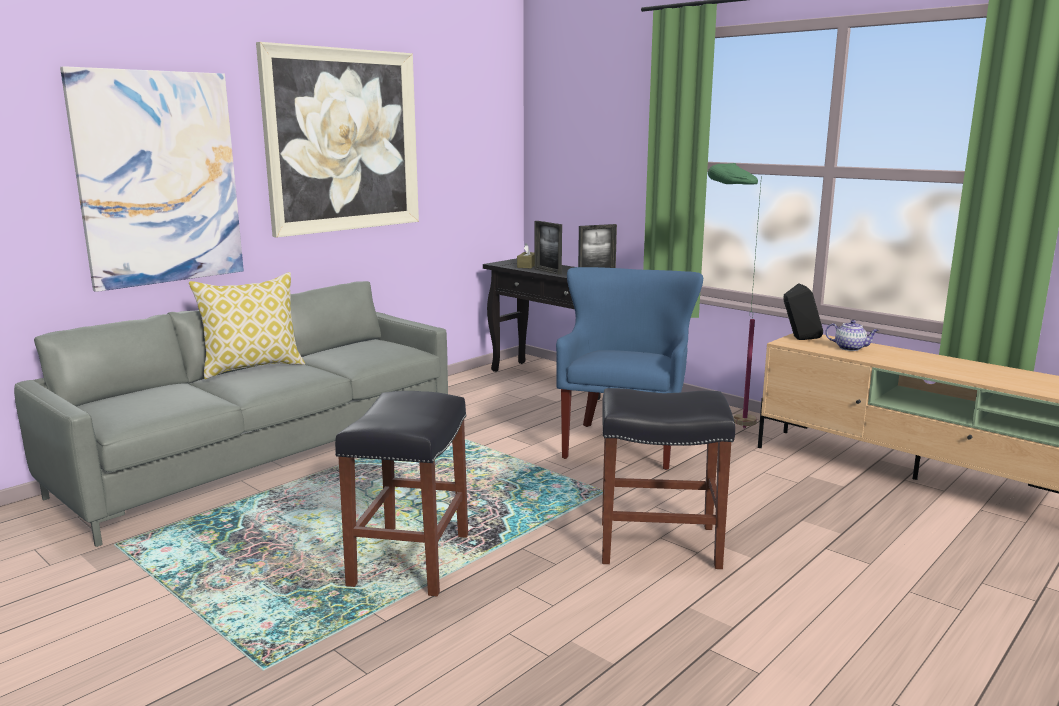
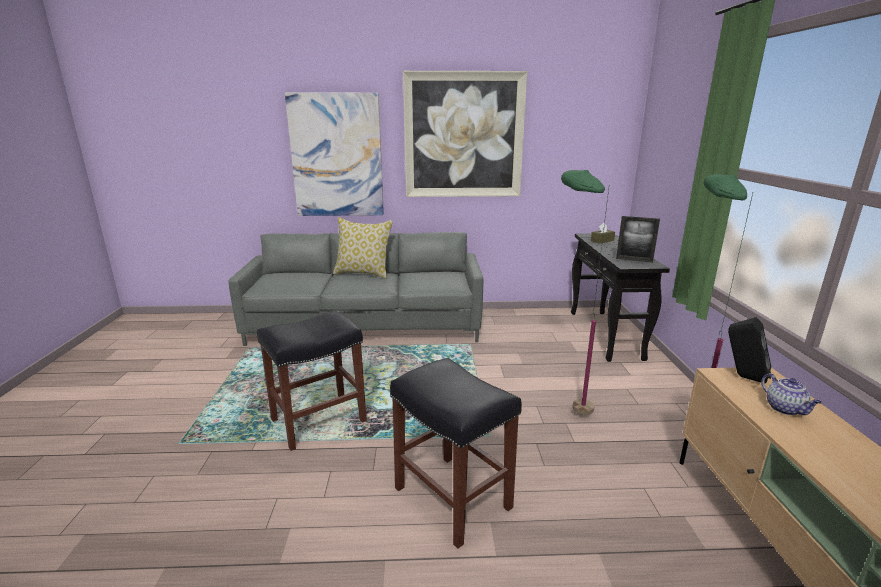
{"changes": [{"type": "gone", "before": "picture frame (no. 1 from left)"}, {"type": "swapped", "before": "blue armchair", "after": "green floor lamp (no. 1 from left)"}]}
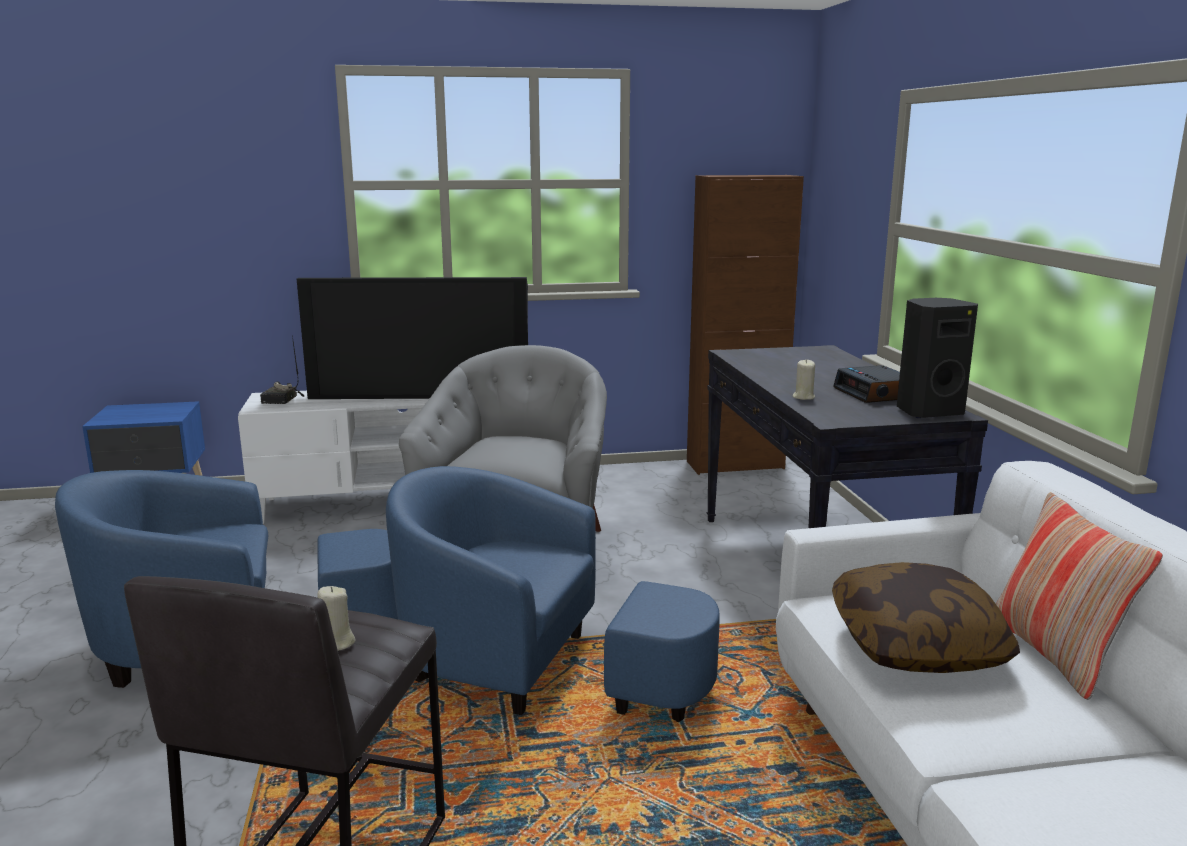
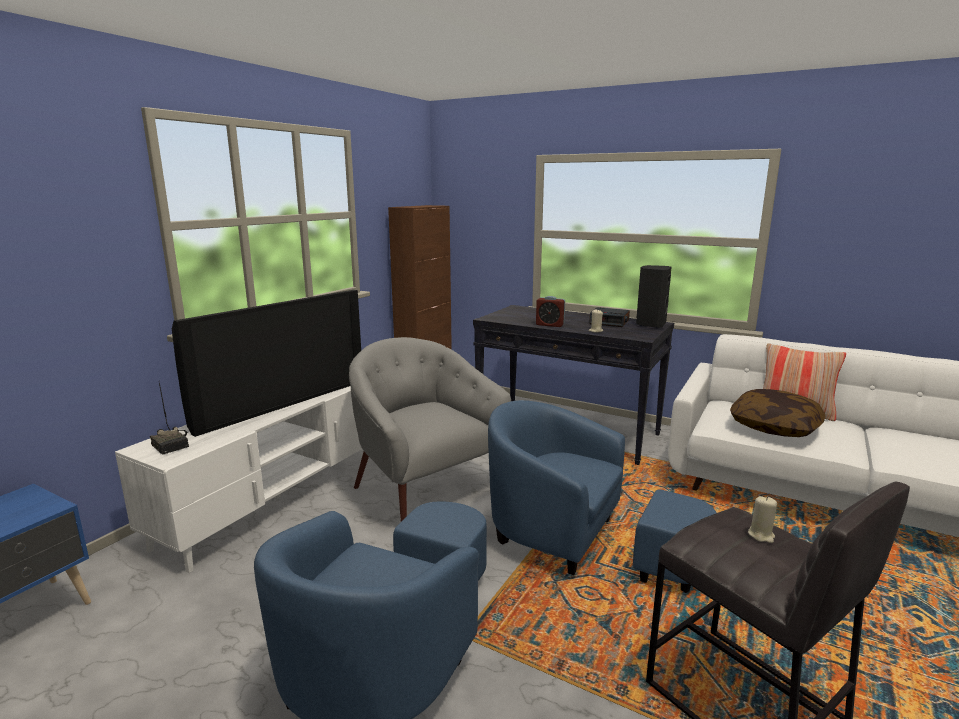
{"changes": [{"type": "rotated", "before": "blue armchair (no. 2 from left)", "turn": 60}, {"type": "new", "after": "alarm clock (no. 1 from left)"}]}
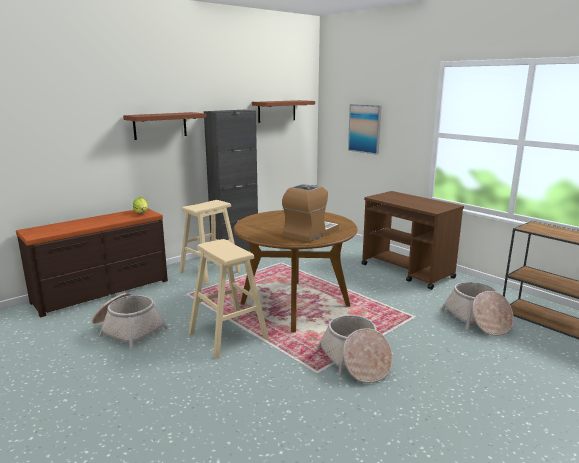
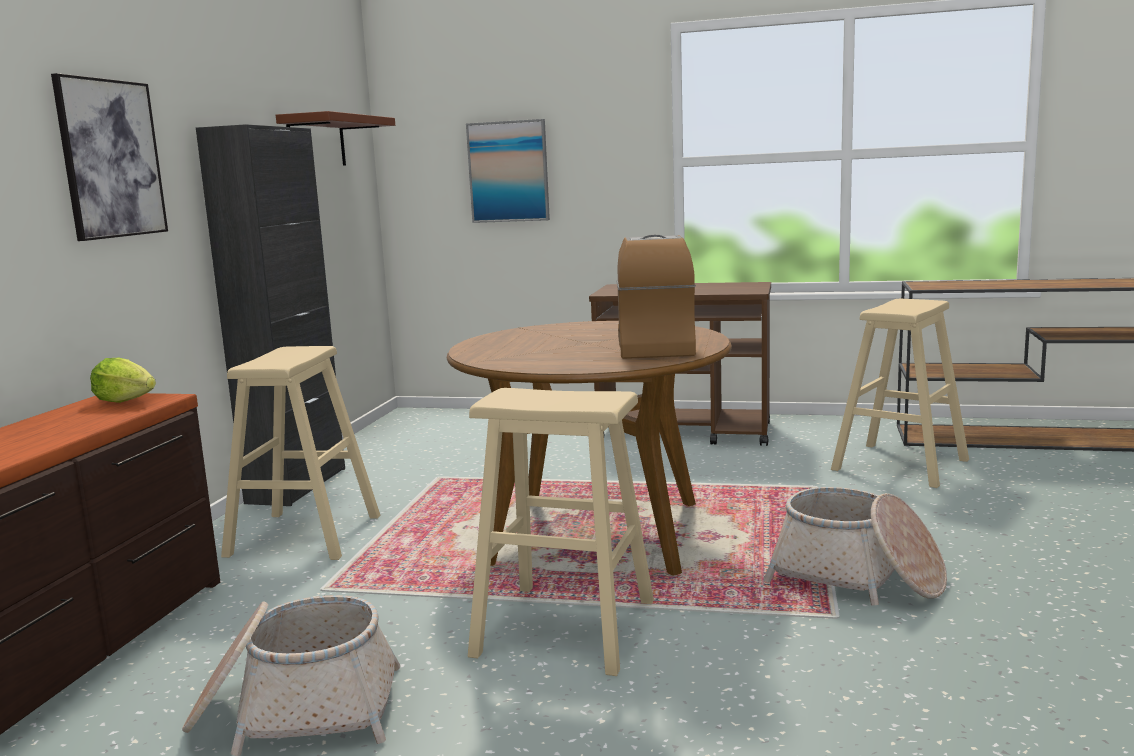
{"changes": [{"type": "swapped", "before": "brown shelf (no. 1 from left)", "after": "picture (no. 1 from left)"}, {"type": "swapped", "before": "basket (no. 3 from left)", "after": "beige stool (no. 3 from left)"}]}
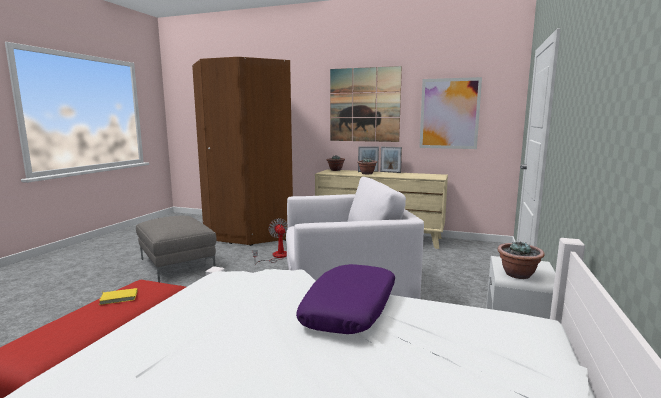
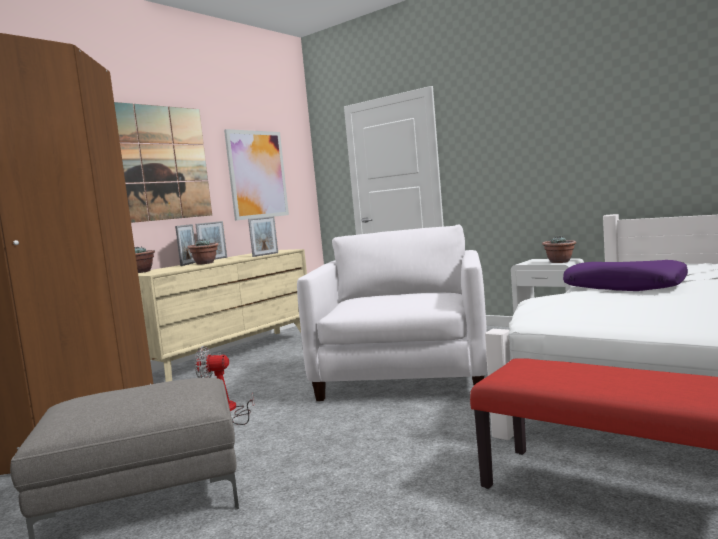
{"changes": [{"type": "gone", "before": "yellow book"}, {"type": "new", "after": "picture frame (no. 3 from left)"}]}
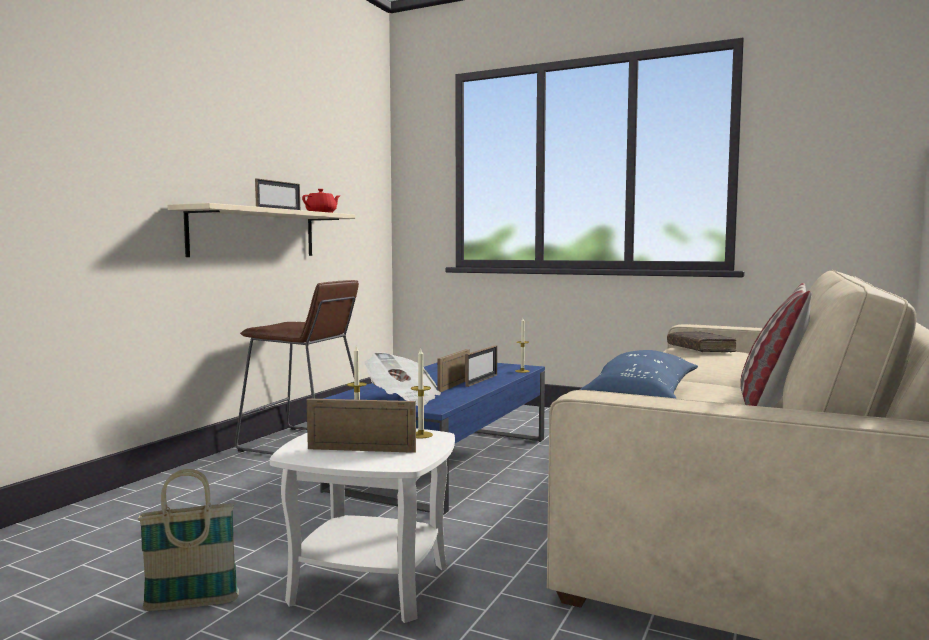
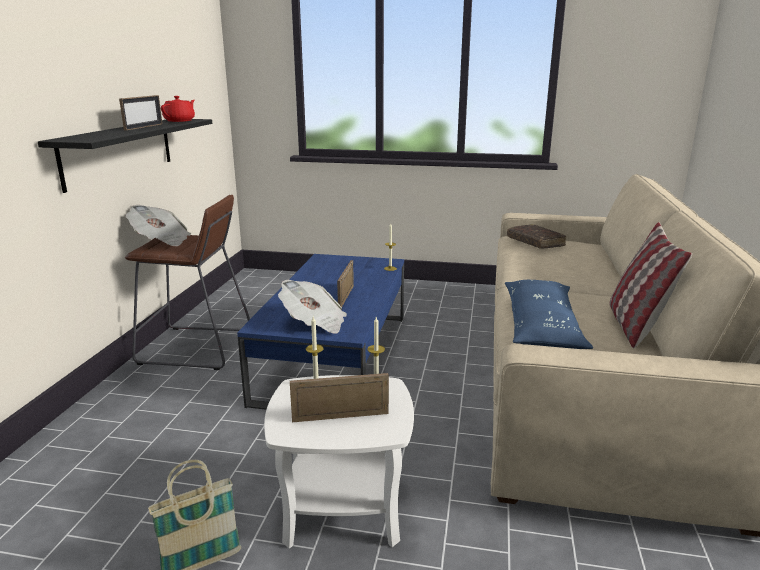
{"changes": [{"type": "repainted", "before": "beige shelf", "after": "black shelf"}, {"type": "gone", "before": "picture frame (no. 4 from left)"}, {"type": "new", "after": "newspaper (no. 1 from left)"}]}
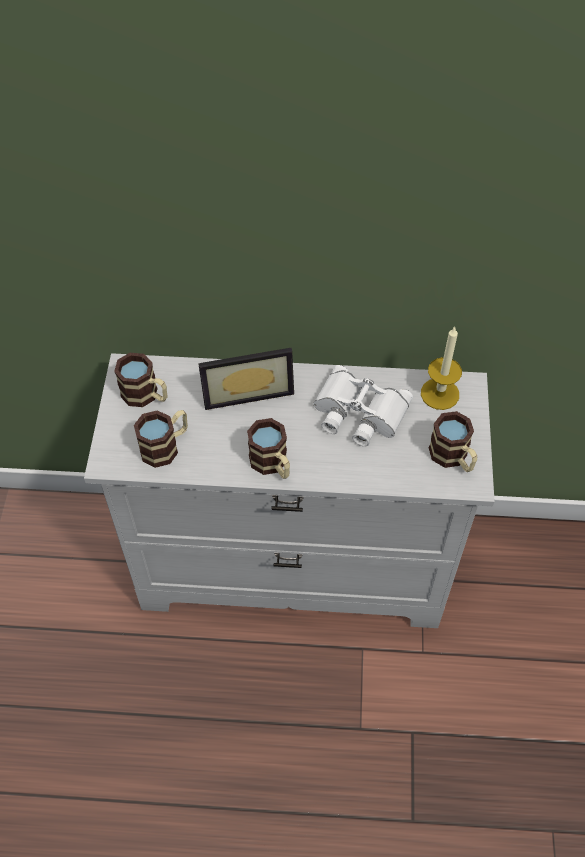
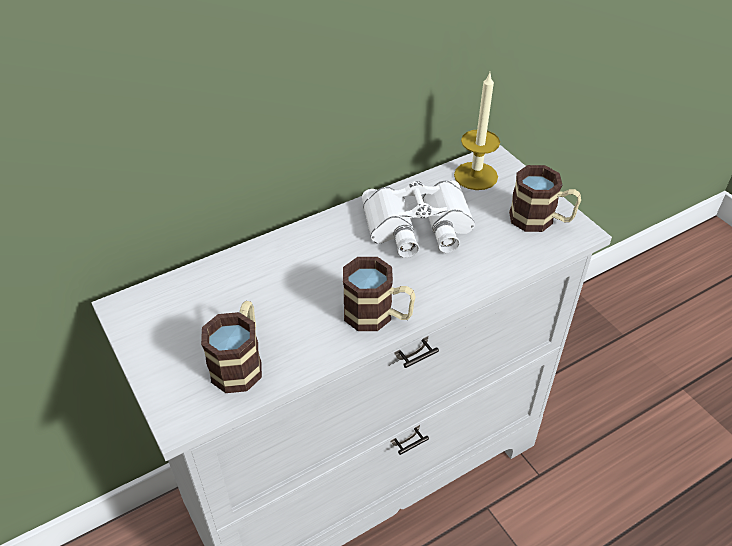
{"changes": [{"type": "gone", "before": "mug (no. 1 from left)"}, {"type": "gone", "before": "picture frame"}]}
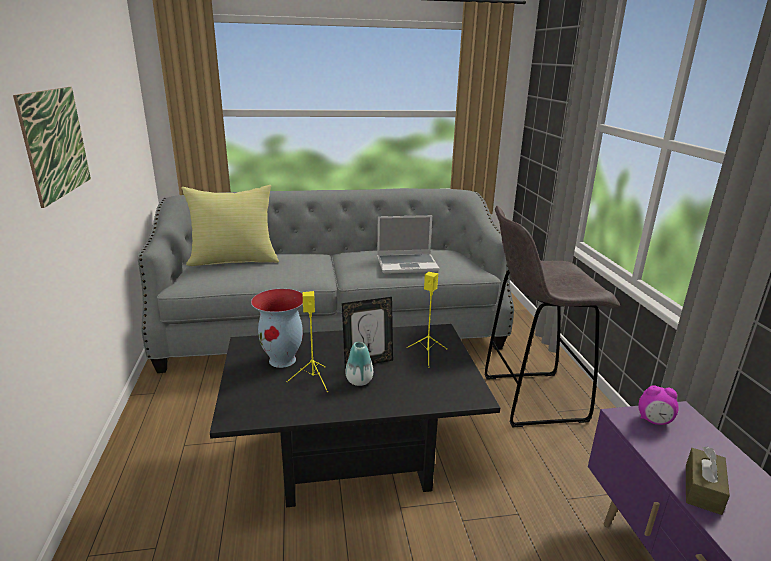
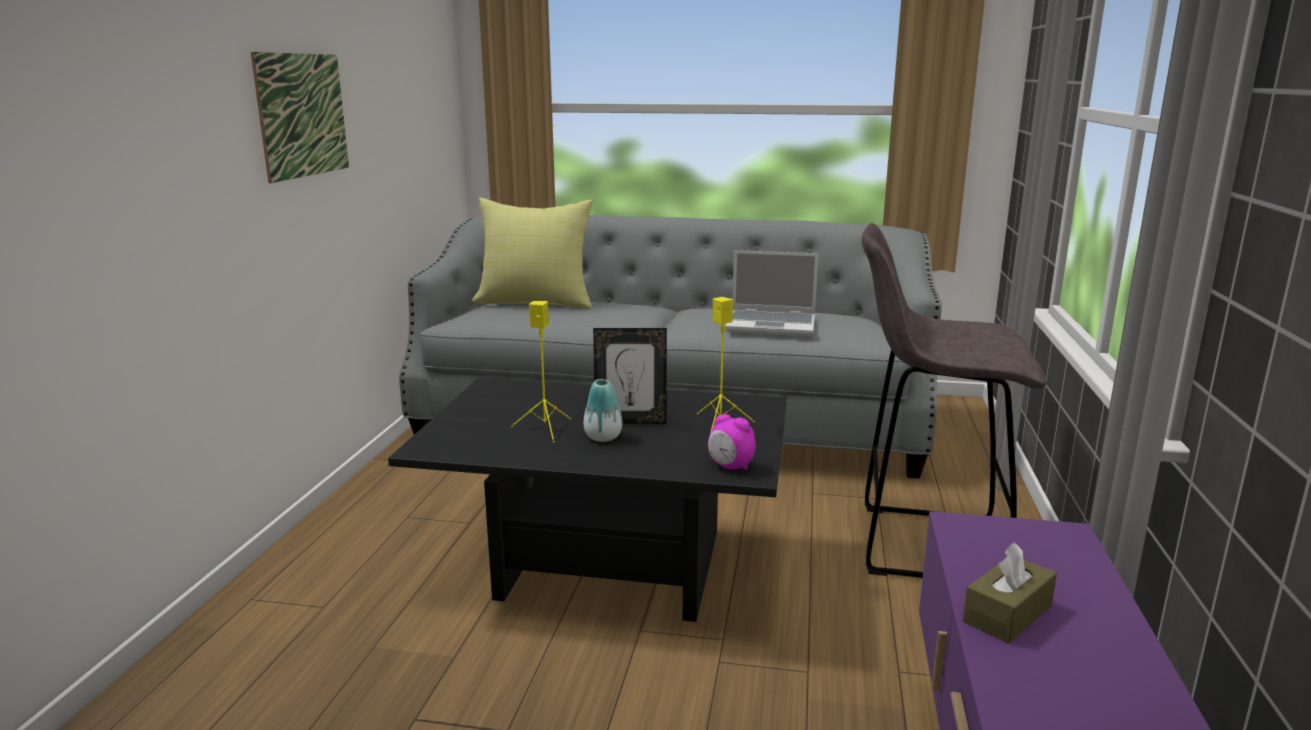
{"changes": [{"type": "gone", "before": "vase (no. 1 from left)"}, {"type": "shifted", "before": "alarm clock"}]}
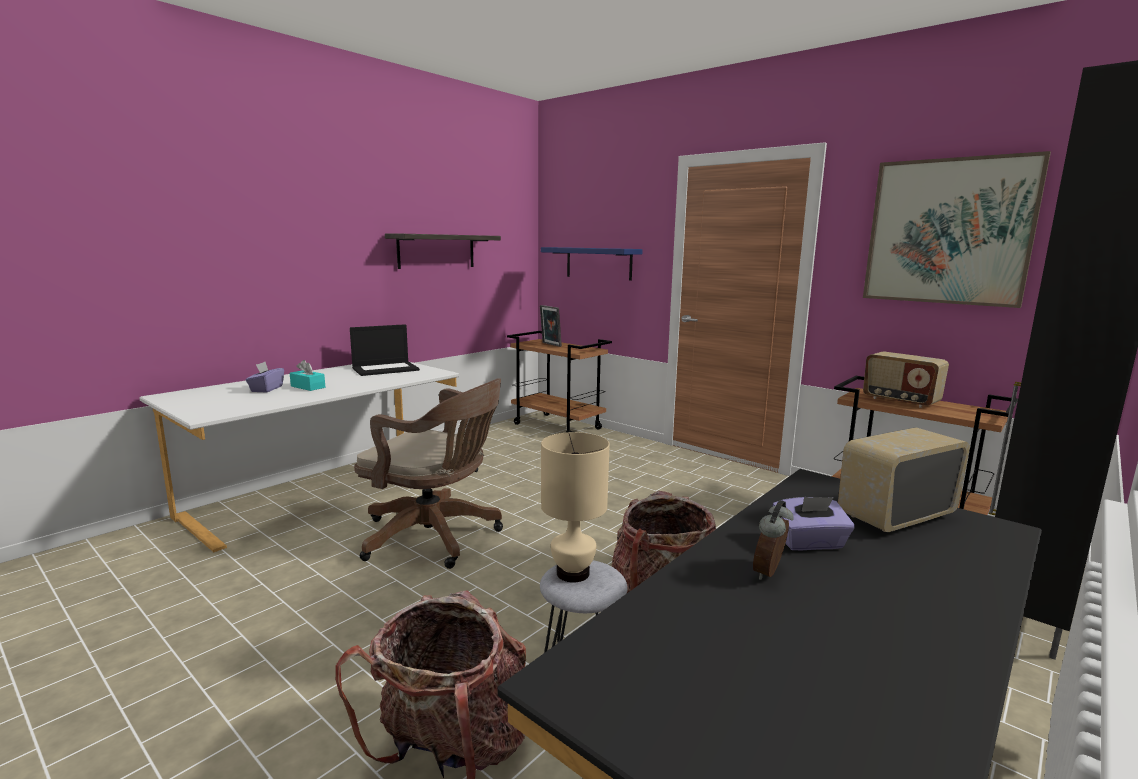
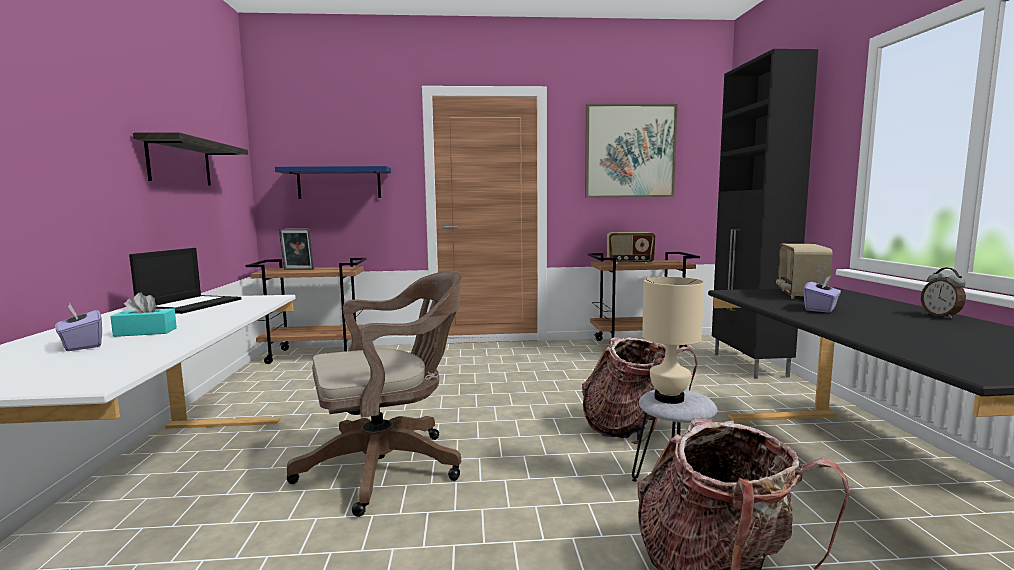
{"changes": [{"type": "shifted", "before": "alarm clock"}]}
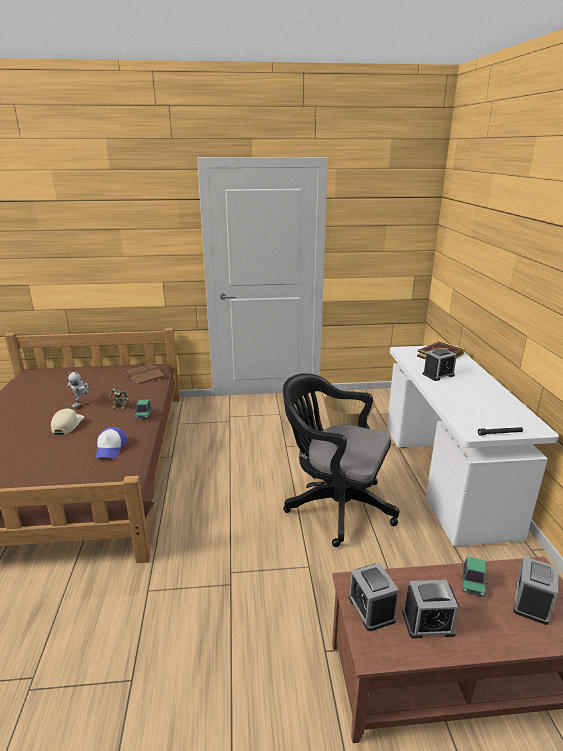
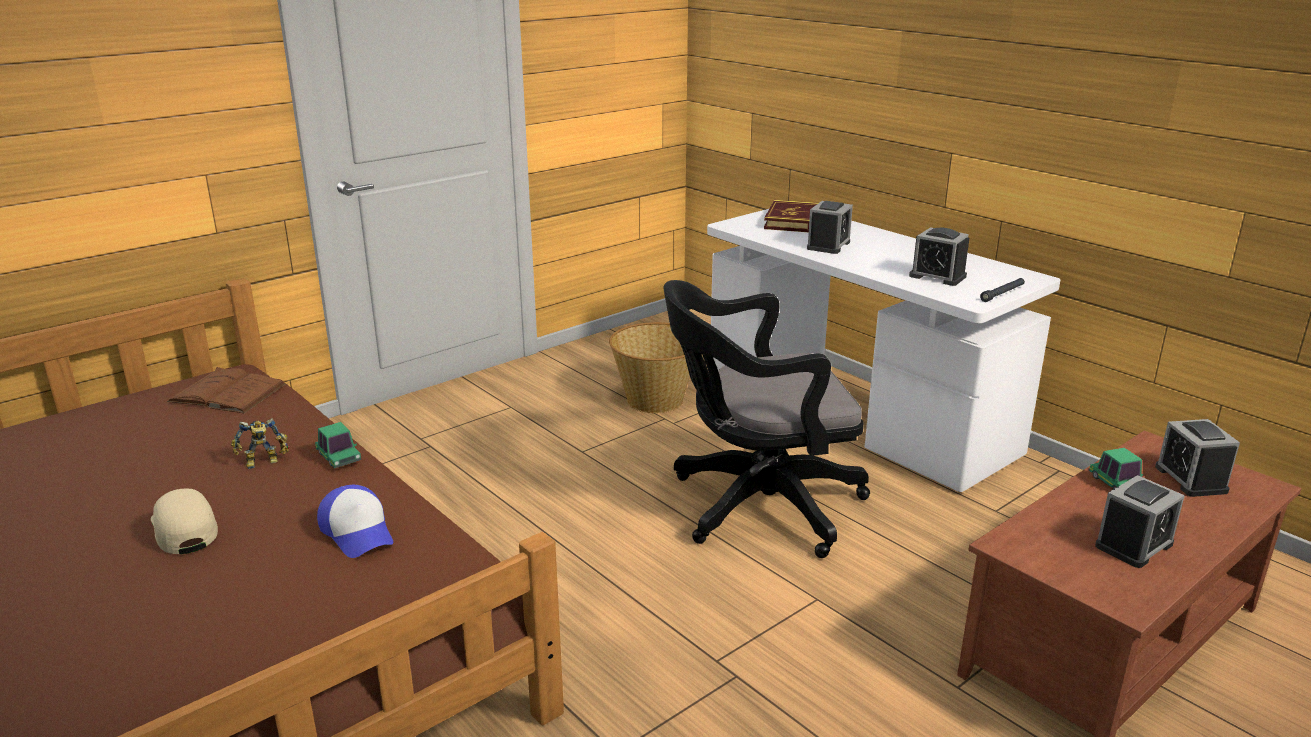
{"changes": [{"type": "gone", "before": "toy robot (no. 1 from left)"}, {"type": "shifted", "before": "alarm clock (no. 1 from left in the first image)", "after": "alarm clock (no. 2 from left)"}]}
